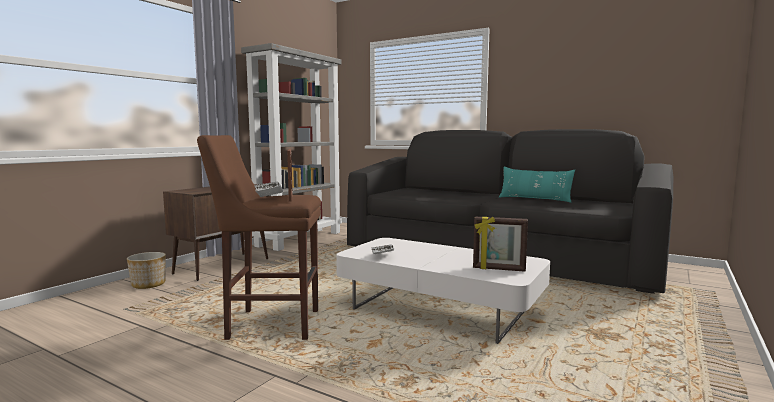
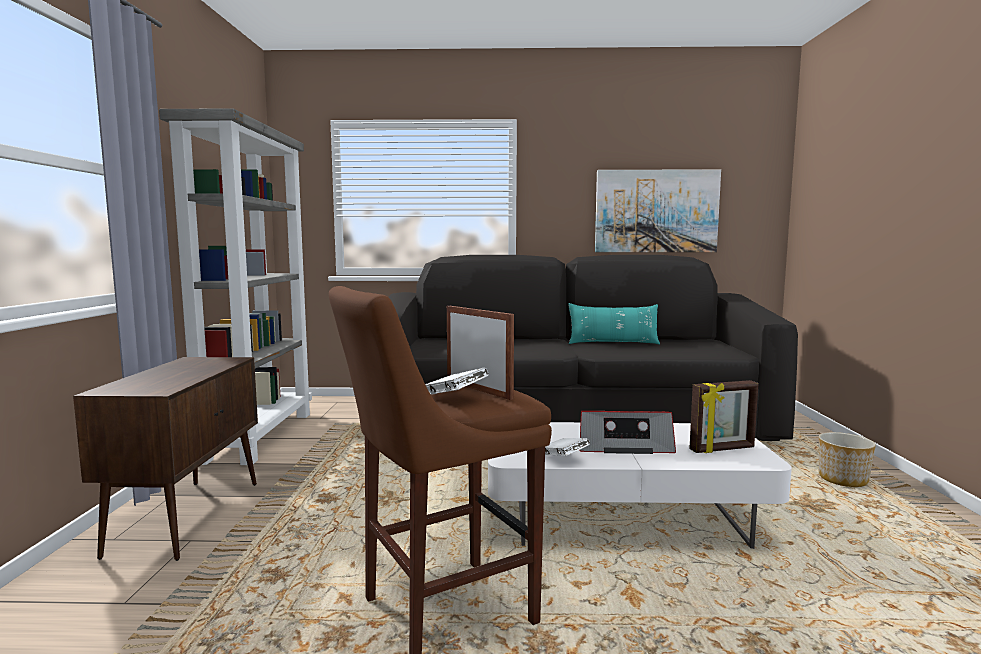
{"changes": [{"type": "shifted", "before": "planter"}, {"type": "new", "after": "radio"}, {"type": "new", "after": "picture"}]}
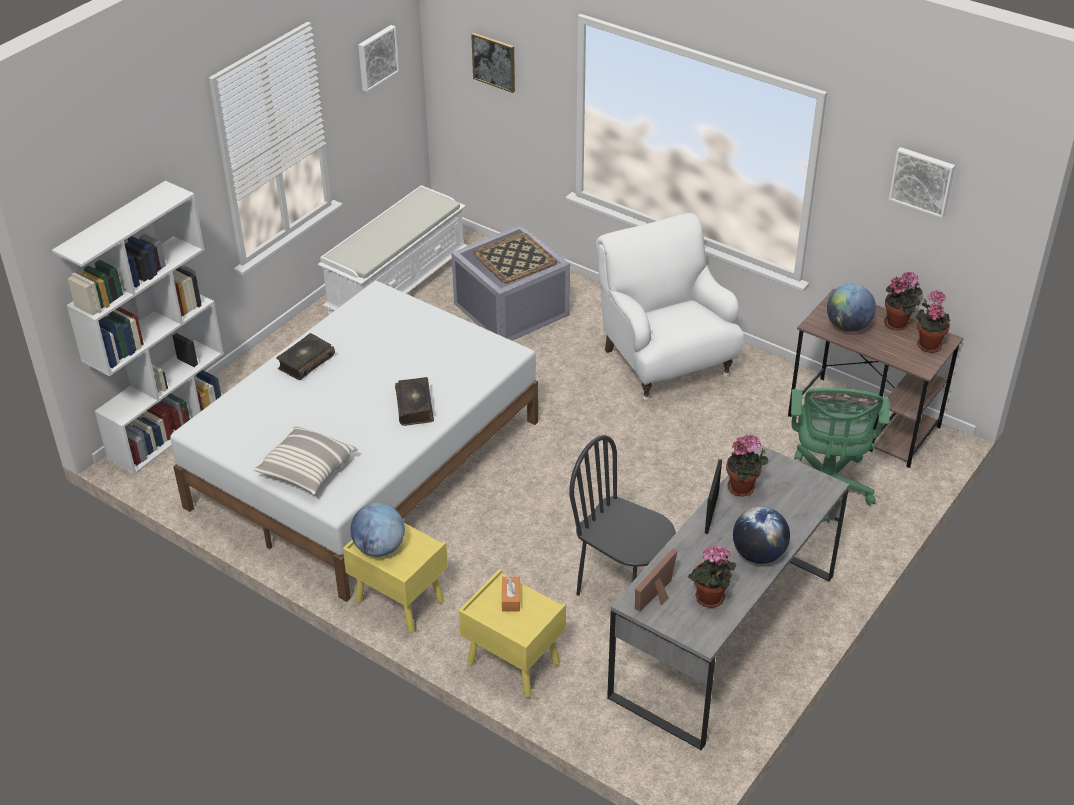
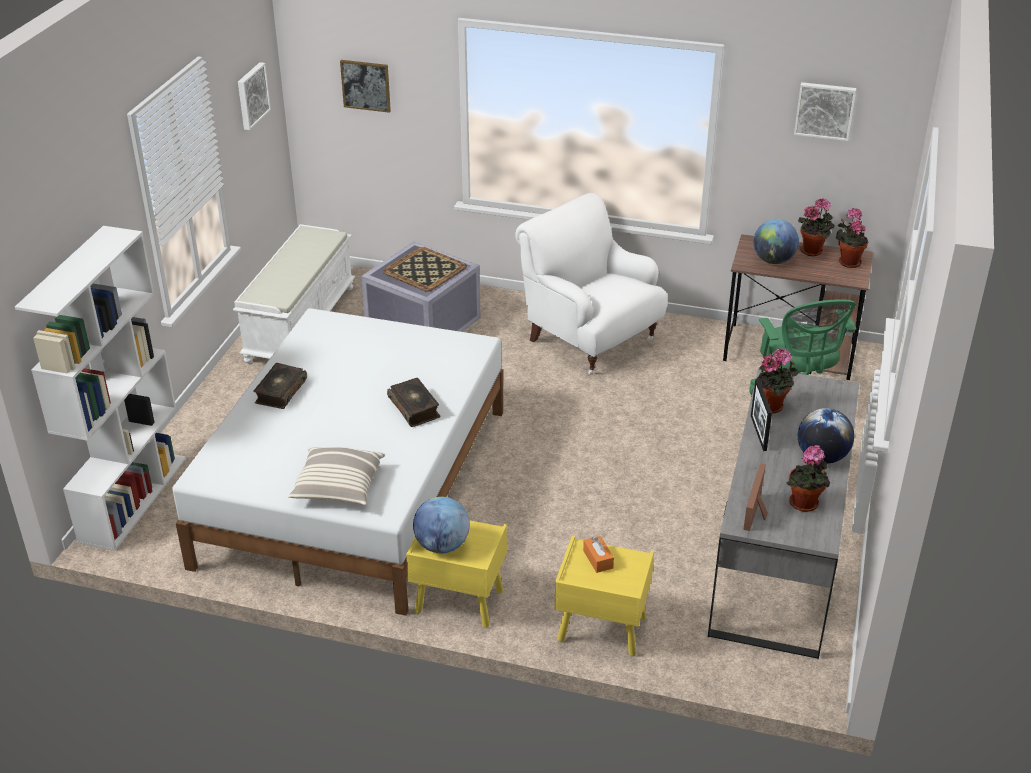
{"changes": [{"type": "gone", "before": "black chair"}]}
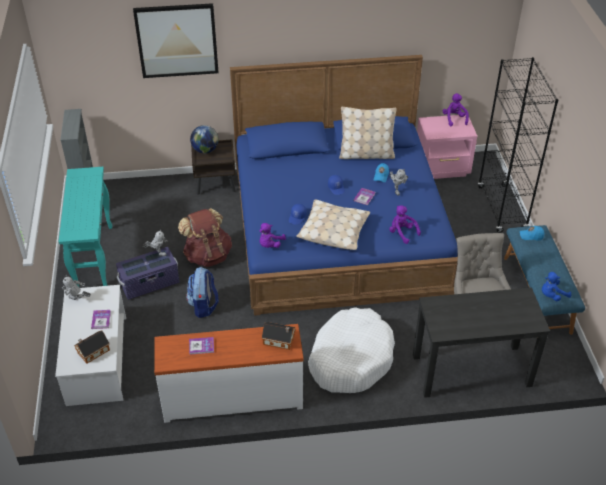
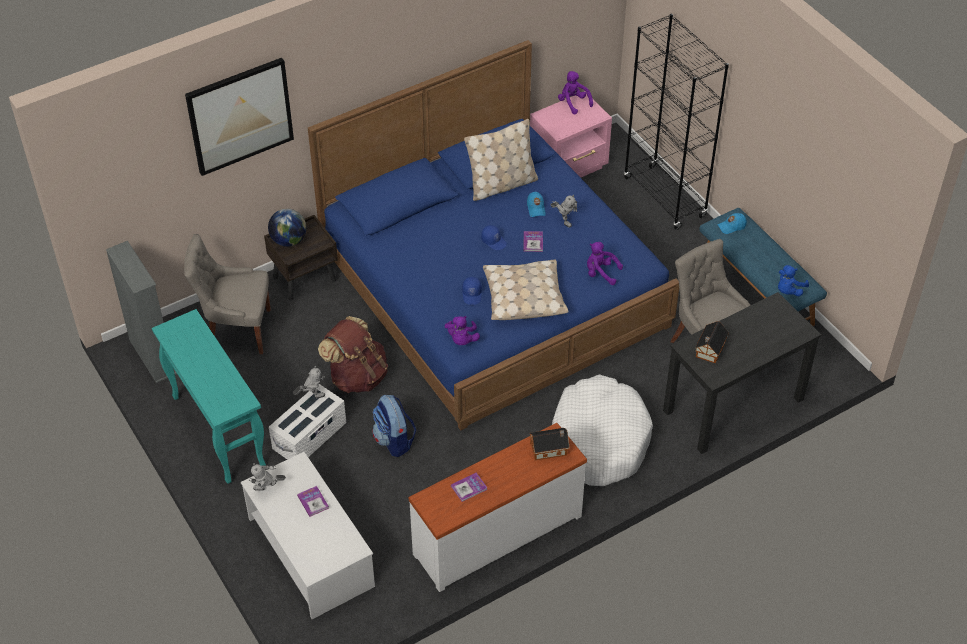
{"changes": [{"type": "shifted", "before": "toy house (no. 1 from left in the first image)", "after": "toy house (no. 2 from left)"}, {"type": "repainted", "before": "purple storage box", "after": "white storage box"}, {"type": "new", "after": "grey chair (no. 1 from left)"}]}
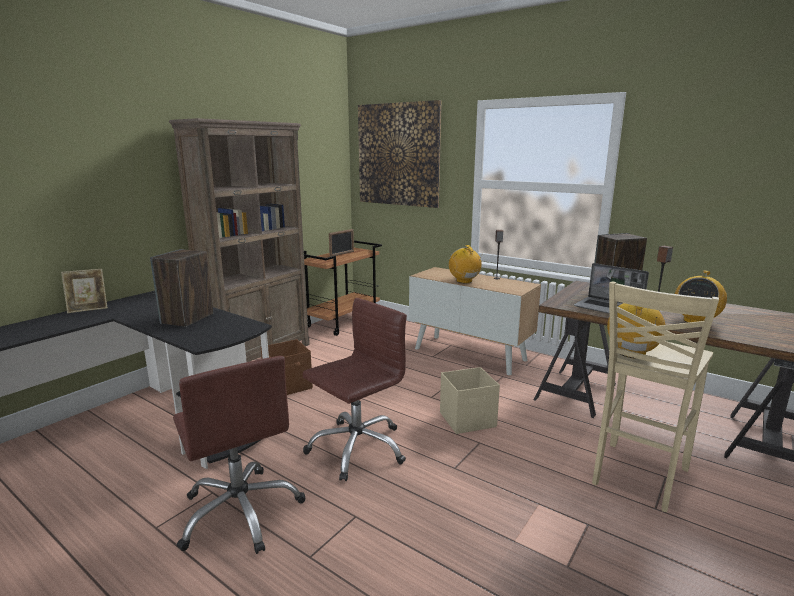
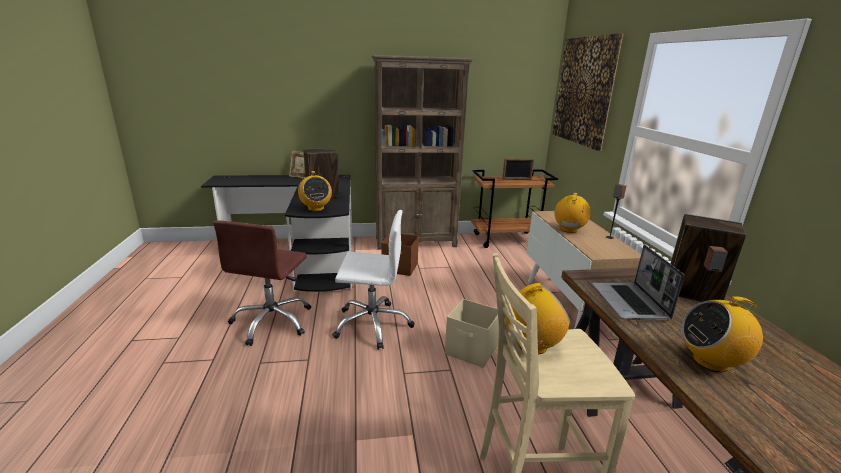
{"changes": [{"type": "repainted", "before": "brown office chair (no. 2 from left)", "after": "white office chair"}, {"type": "new", "after": "radio (no. 1 from left)"}]}
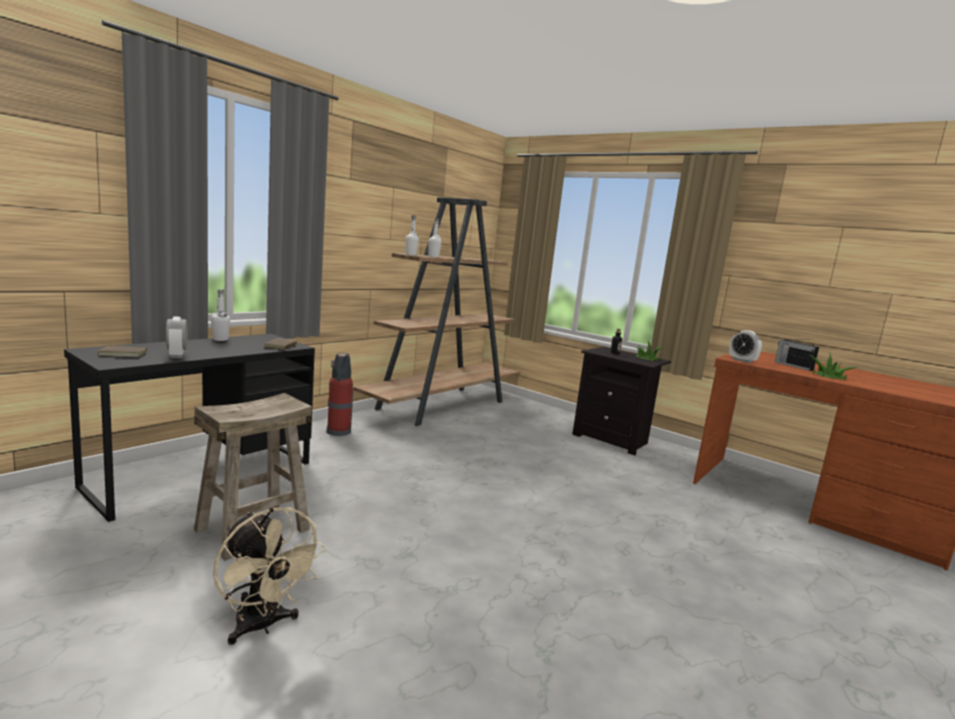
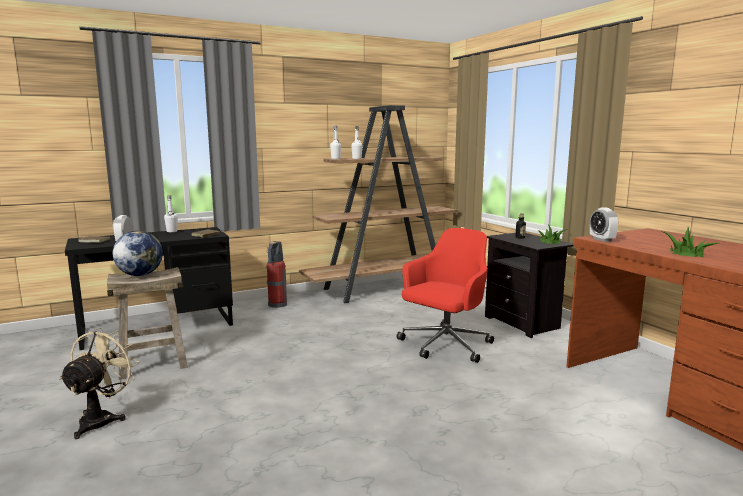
{"changes": [{"type": "rotated", "before": "beige fan", "turn": -150}, {"type": "gone", "before": "radio"}, {"type": "new", "after": "globe"}, {"type": "new", "after": "red office chair"}]}
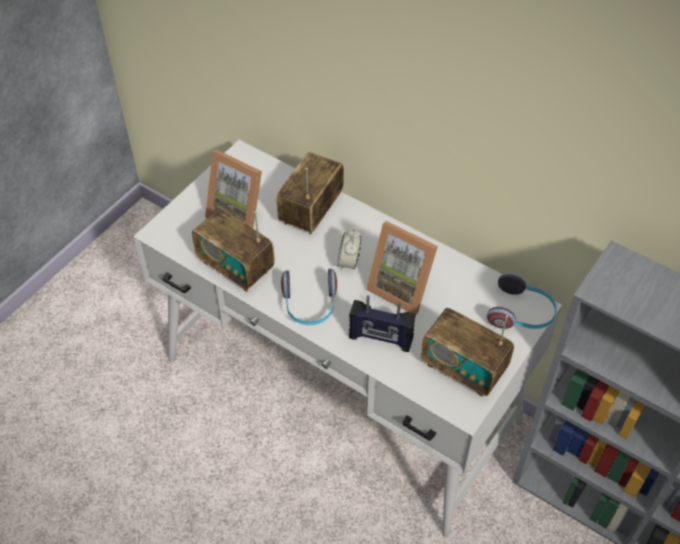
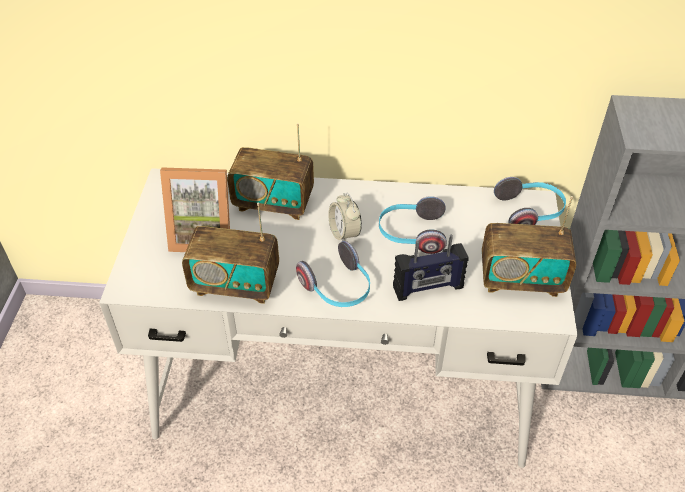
{"changes": [{"type": "rotated", "before": "radio (no. 2 from left)", "turn": -75}, {"type": "swapped", "before": "picture frame (no. 2 from left)", "after": "headphones (no. 2 from left)"}]}
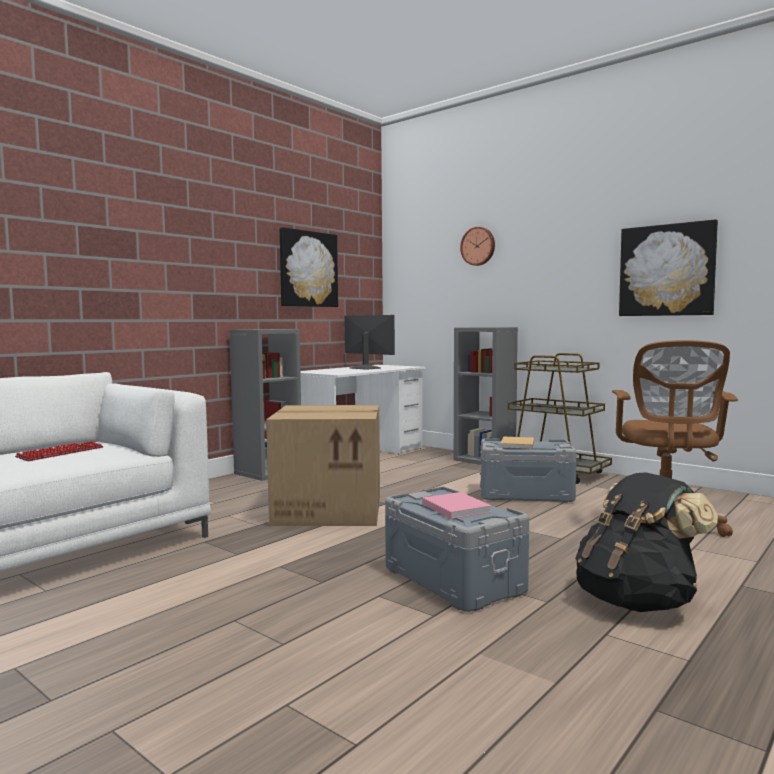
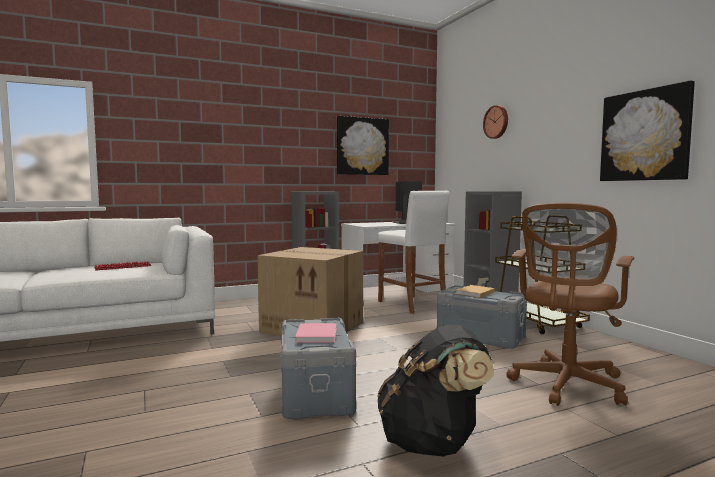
{"changes": [{"type": "new", "after": "white stool"}]}
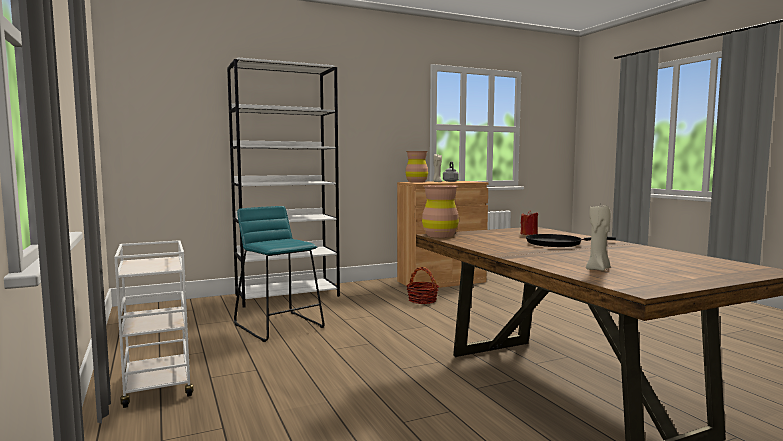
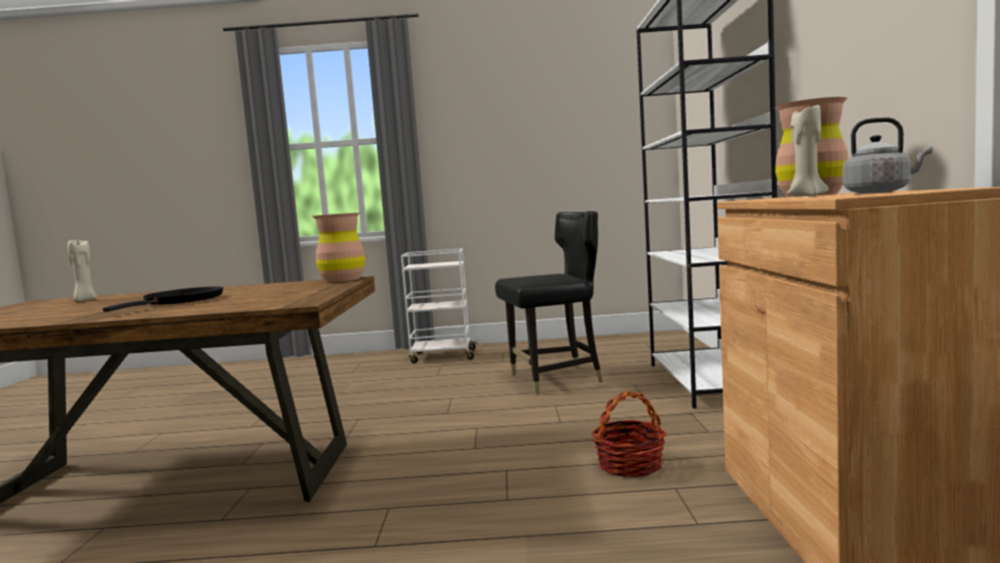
{"changes": [{"type": "swapped", "before": "turquoise stool", "after": "black chair"}, {"type": "gone", "before": "red candle"}]}
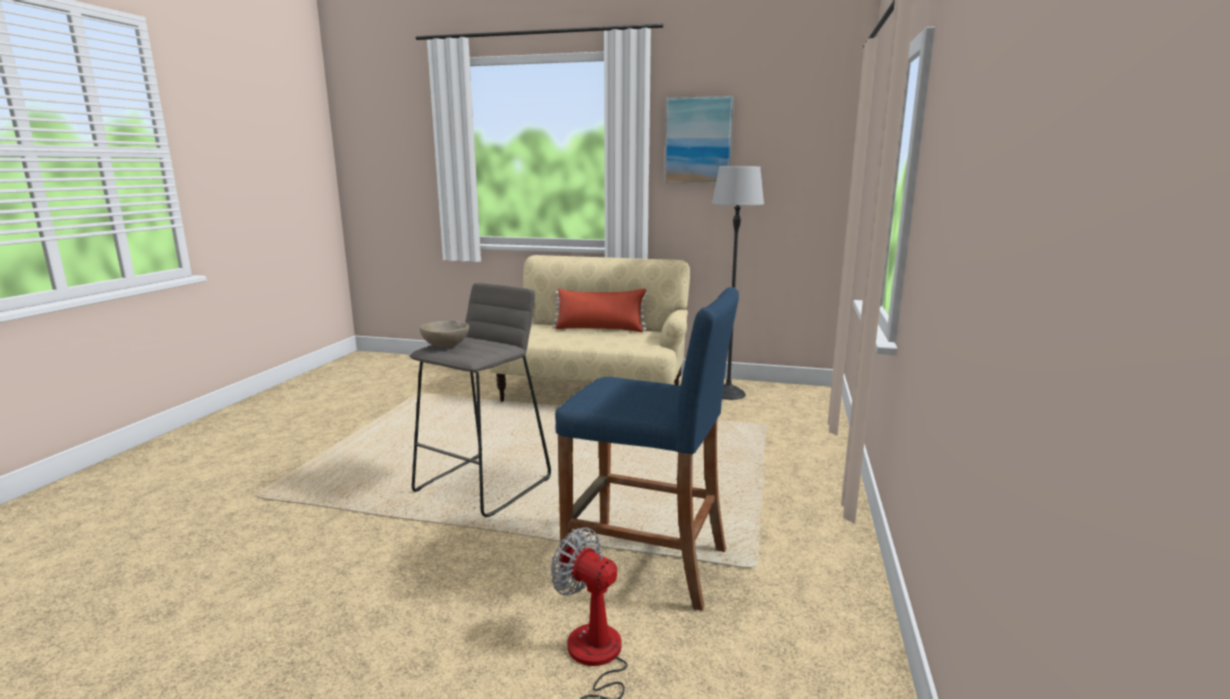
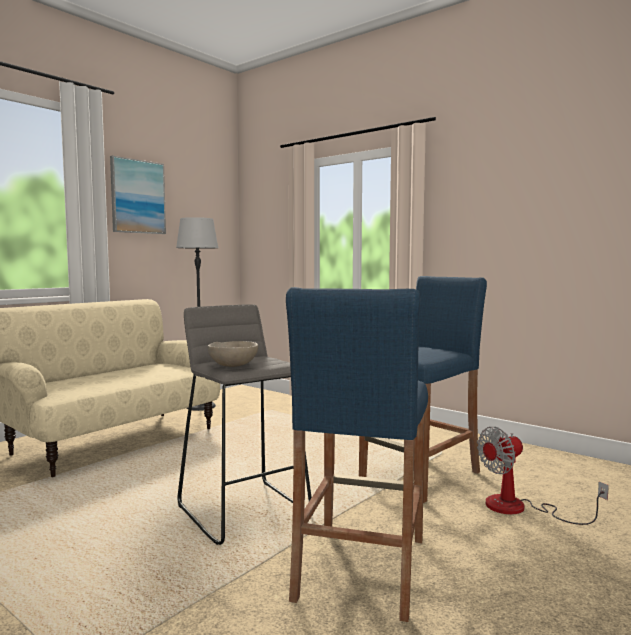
{"changes": [{"type": "gone", "before": "red pillow"}, {"type": "new", "after": "blue stool (no. 1 from left)"}]}
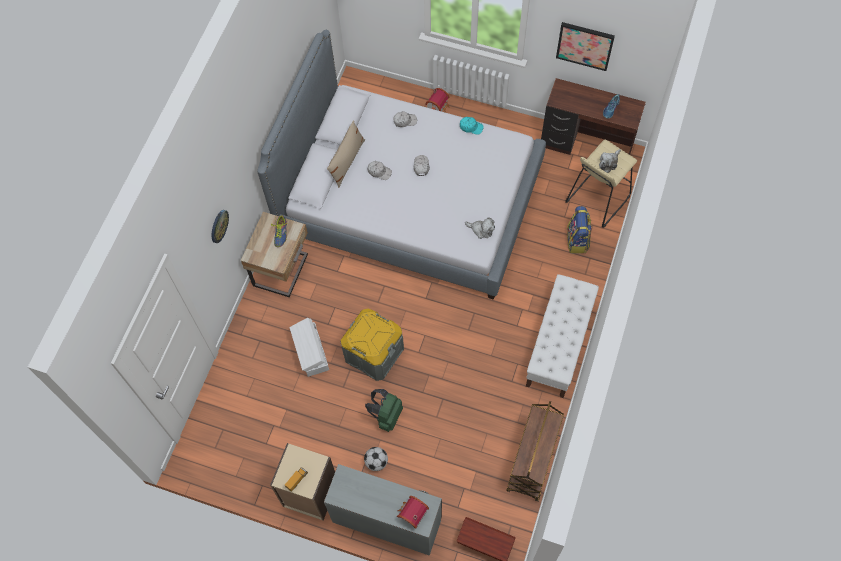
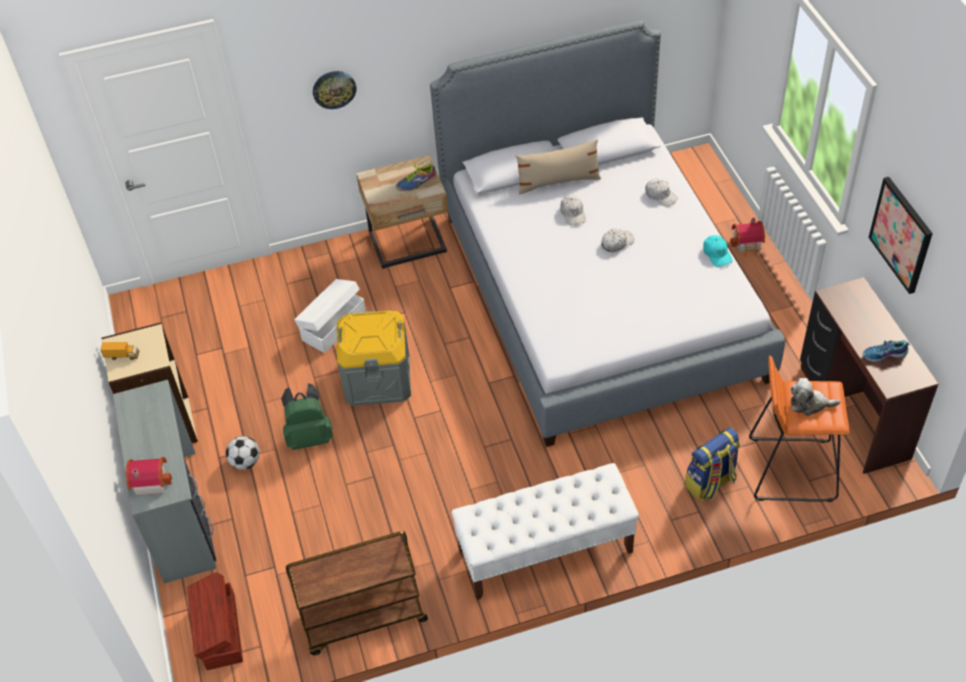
{"changes": [{"type": "gone", "before": "plush toy (no. 1 from left)"}, {"type": "repainted", "before": "beige stool", "after": "orange stool"}]}
